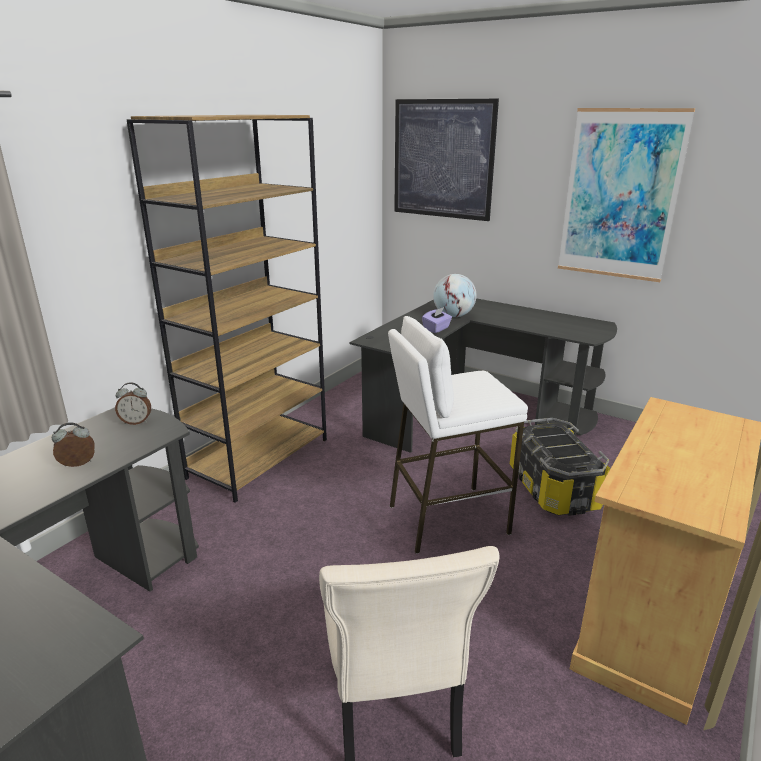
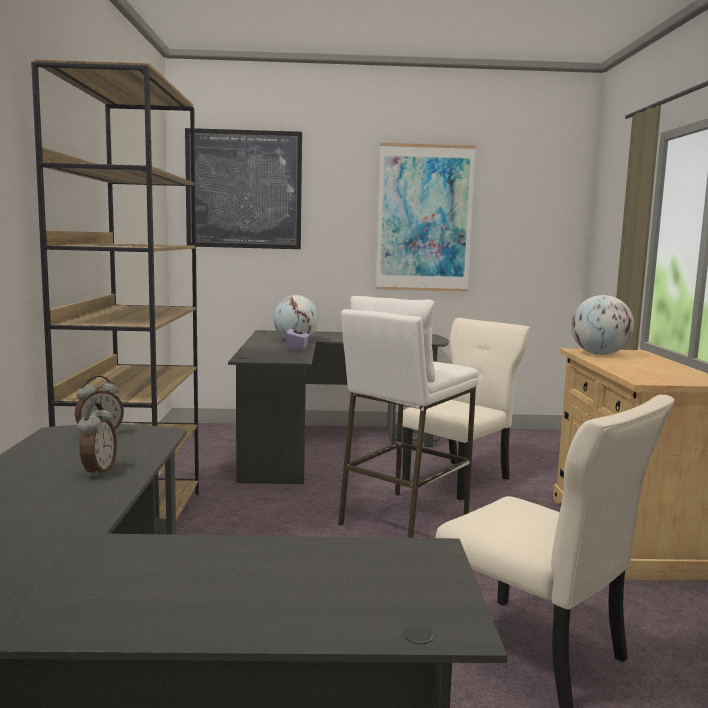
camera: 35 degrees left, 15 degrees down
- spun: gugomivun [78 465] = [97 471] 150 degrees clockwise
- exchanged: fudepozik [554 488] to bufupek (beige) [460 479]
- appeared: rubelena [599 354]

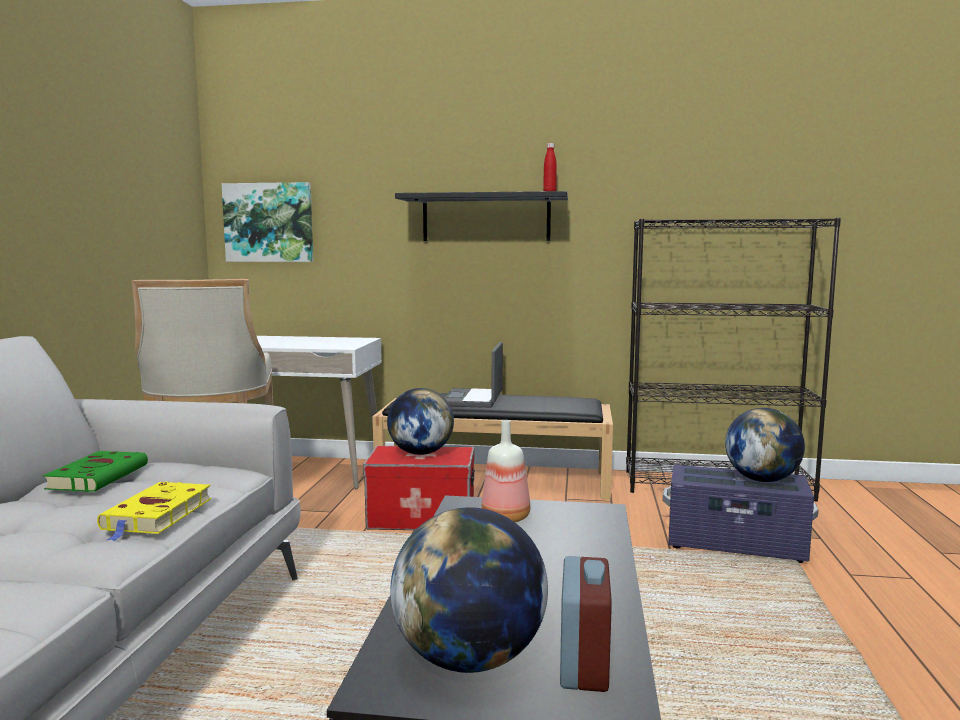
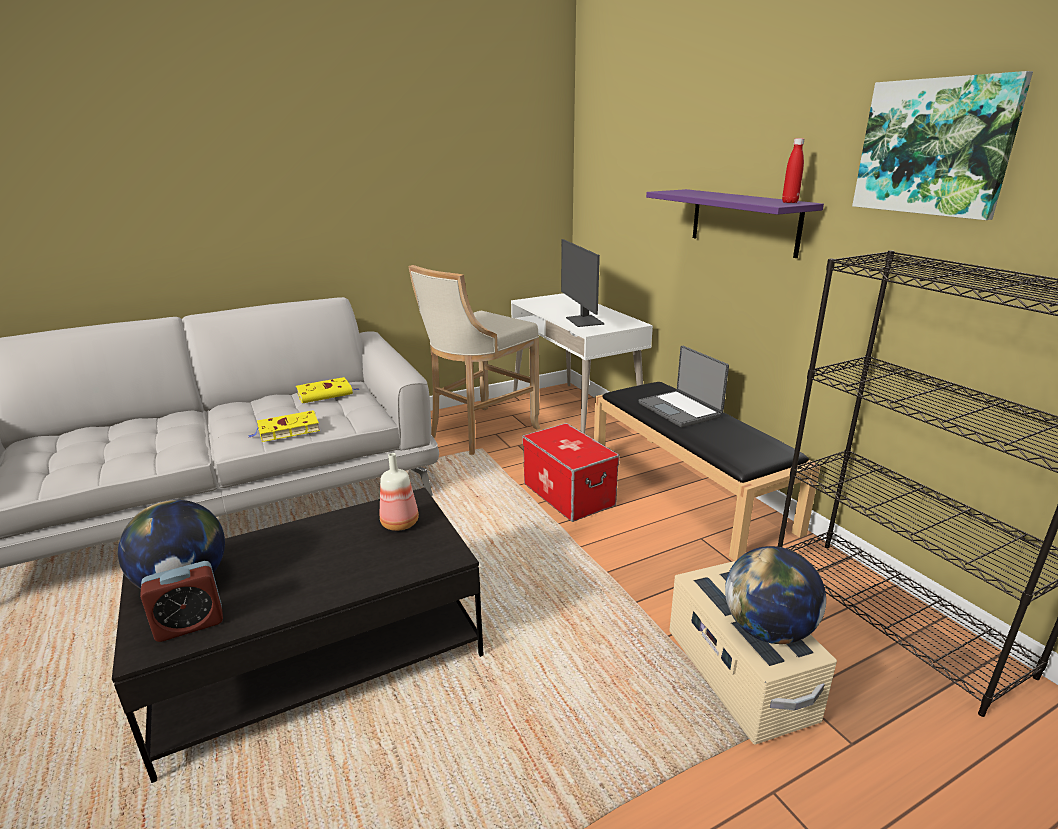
camera: 55 degrees right, 15 degrees up
- colour: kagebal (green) [99 476] to kagebal (yellow) [326 393]
- relocated: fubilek [269 222] to [934 147]
- missing: rubelena [420 453]
- colour: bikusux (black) [486 218] to bikusux (purple) [744 221]
- spun: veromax [474 400] = [680 410] 90 degrees counterclockwise
- colour: fudepozik (purple) [735 544] to fudepozik (beige) [738 676]
- appeared: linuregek [583 321]

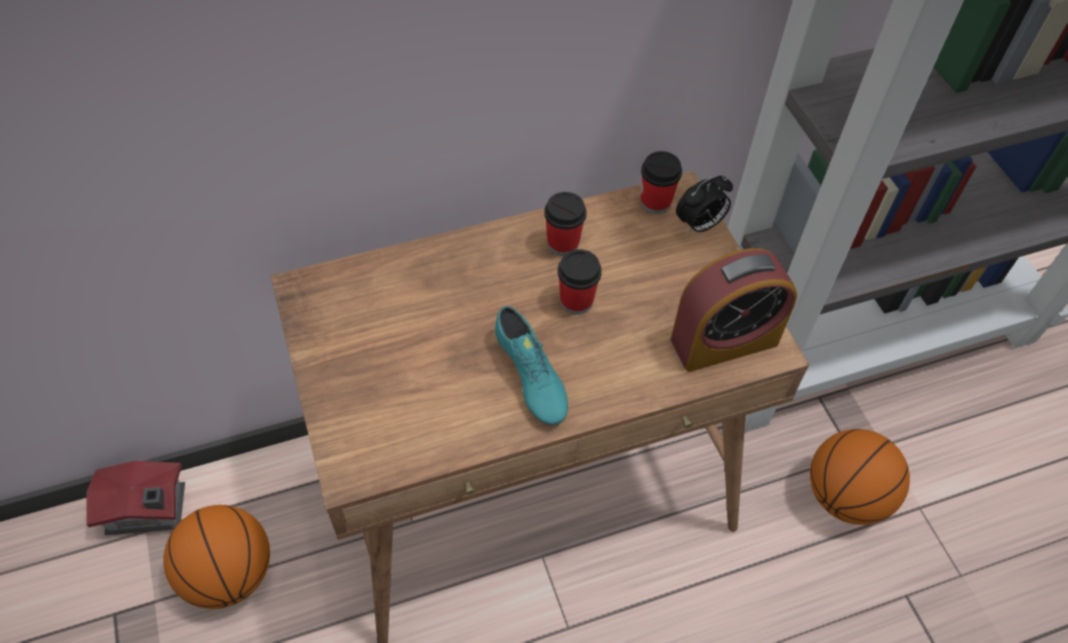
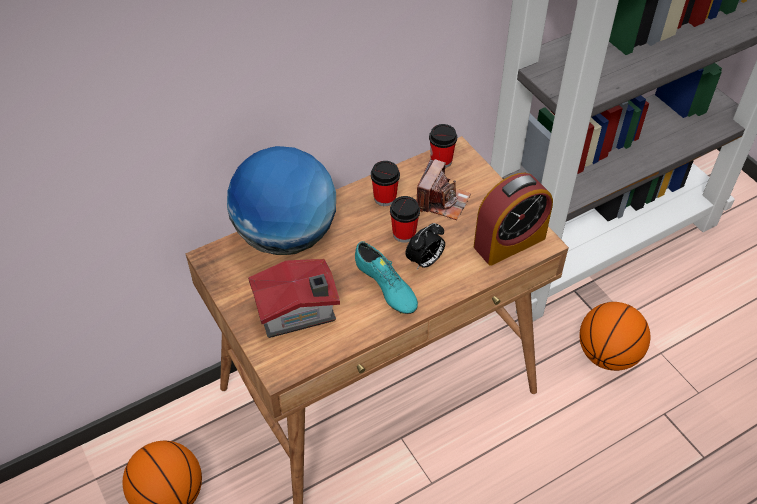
camera: 10 degrees left, 5 degrees down
- relocated: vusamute [148 511] to [298 312]
- relocated: gugomivun [699 225] to [425 262]
- appeared: rubelena [286 236]
- appeared: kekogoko [442 201]

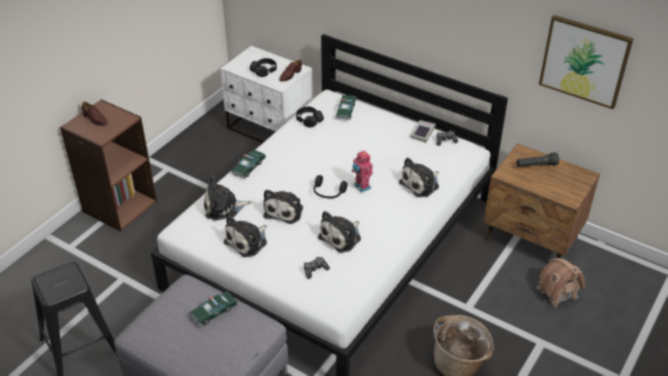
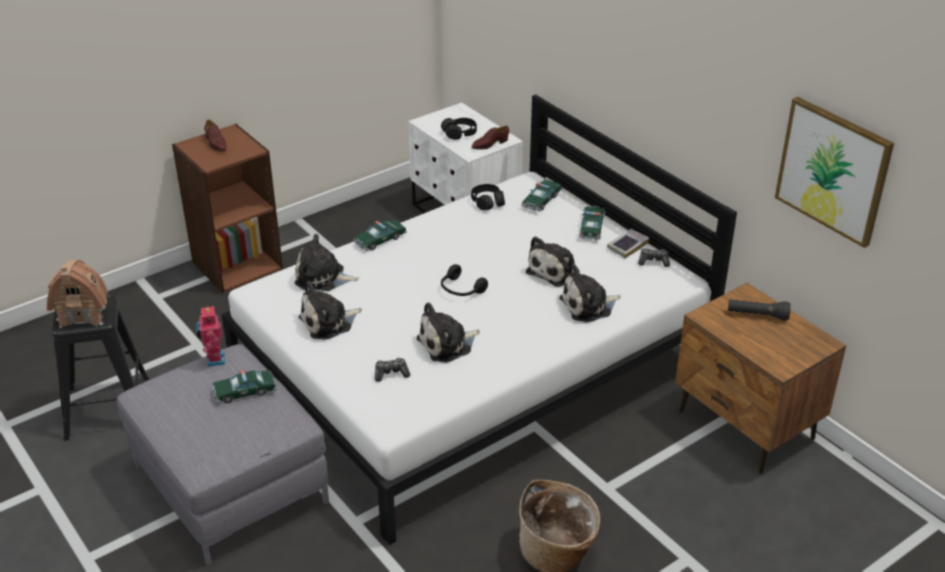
camera: 20 degrees right, 5 degrees down
- relocated: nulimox [285 210] to [555 271]
- relocated: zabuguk [361 187] to [214 359]
- relocated: vusamute [557 292] to [83 314]
- appeared: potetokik [591 227]

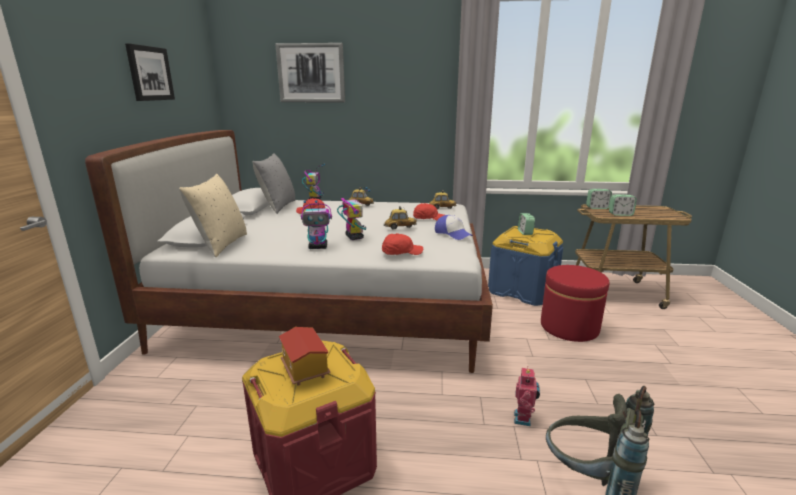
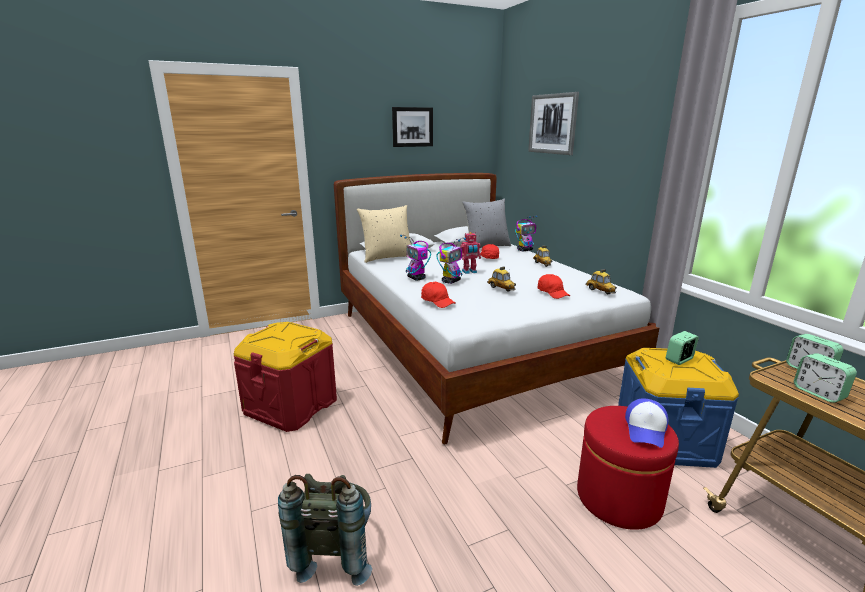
camera: 60 degrees right, 0 degrees up
- missing: vusamute [304 370]
- relocated: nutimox [453 234] to [646 429]
- relocated: zabuguk [524 419] to [469 272]

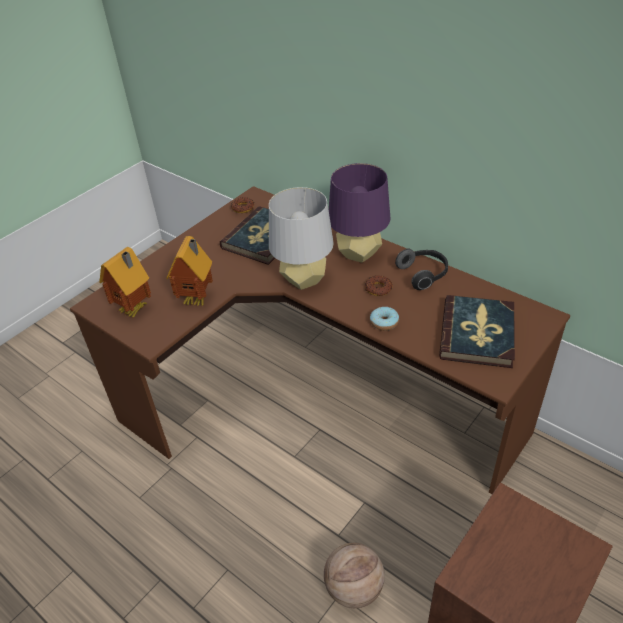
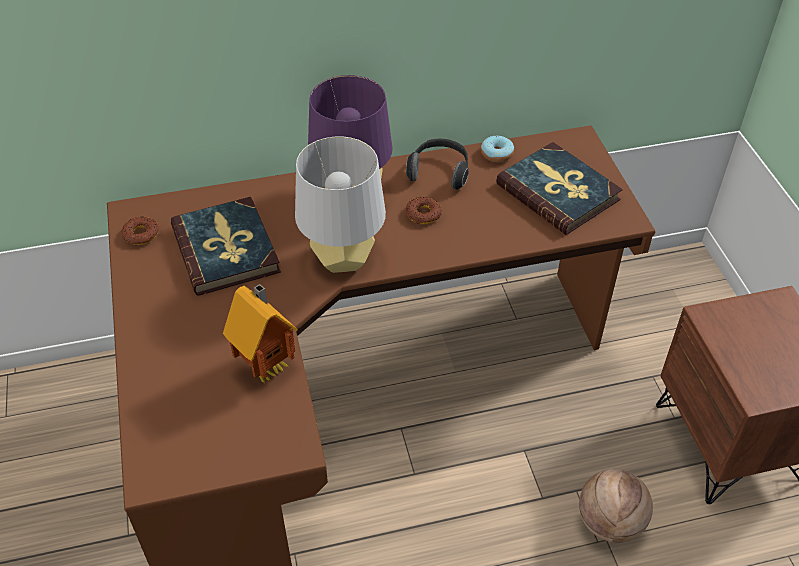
camera: 55 degrees left, 5 degrees up
- missing: vusamute [135 310]
- relocated: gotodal [384 322] to [496 154]

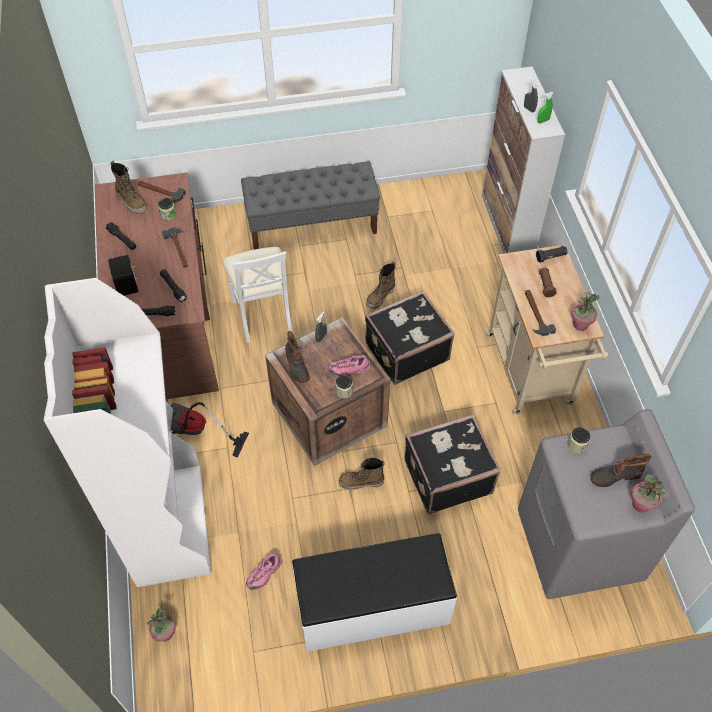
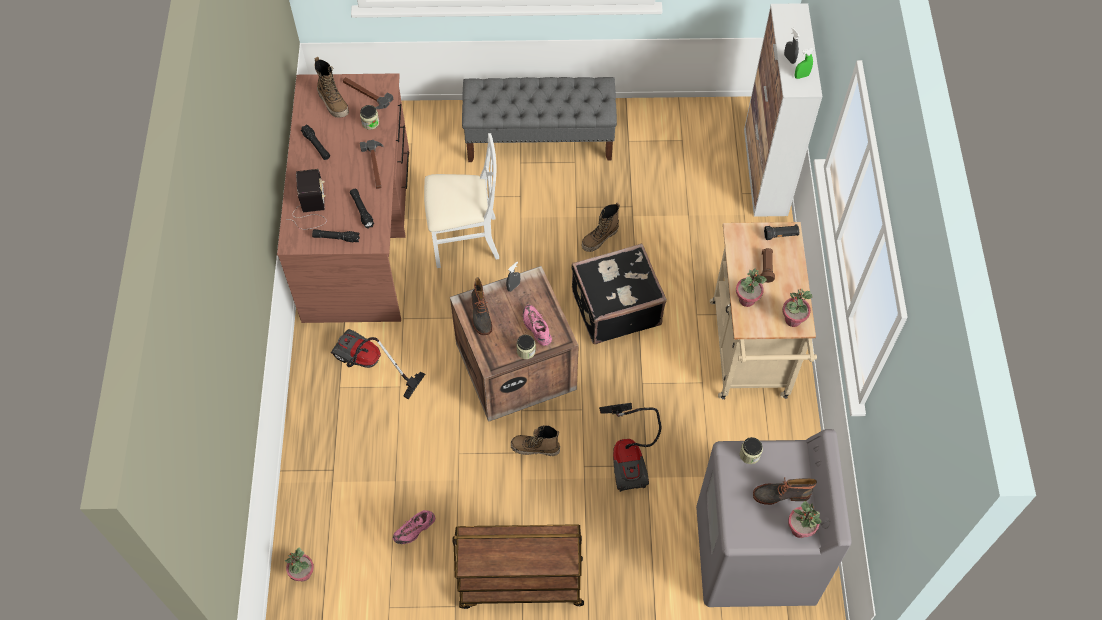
camera: 10 degrees right, 5 degrees up
- missing: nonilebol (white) [169 523]
- spun: bufupek (white) [263 315] = [464 240] 90 degrees counterclockwise
- exchanged: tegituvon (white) [372 607] to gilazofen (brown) [520 584]
- spun: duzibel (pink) [349 370] = [536 328] 60 degrees clockwise
- exchanged: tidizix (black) [446 475] to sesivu [629 455]
- exchanged: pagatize [535 314] to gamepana [746 299]

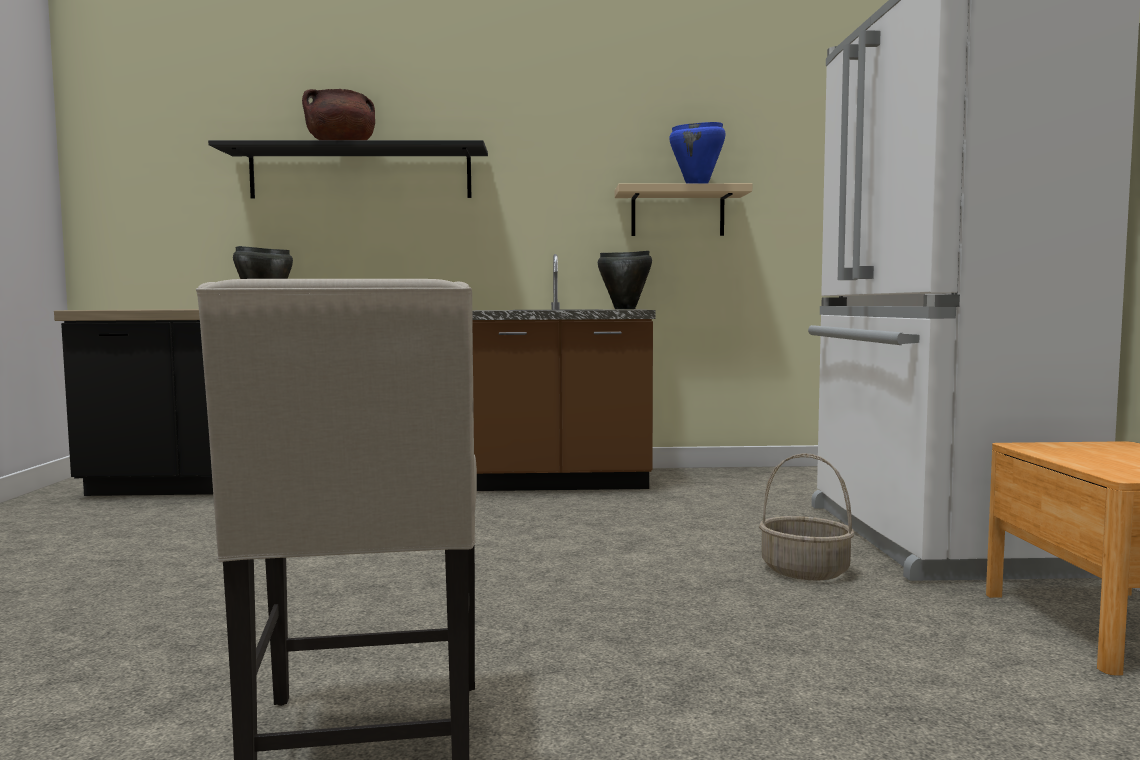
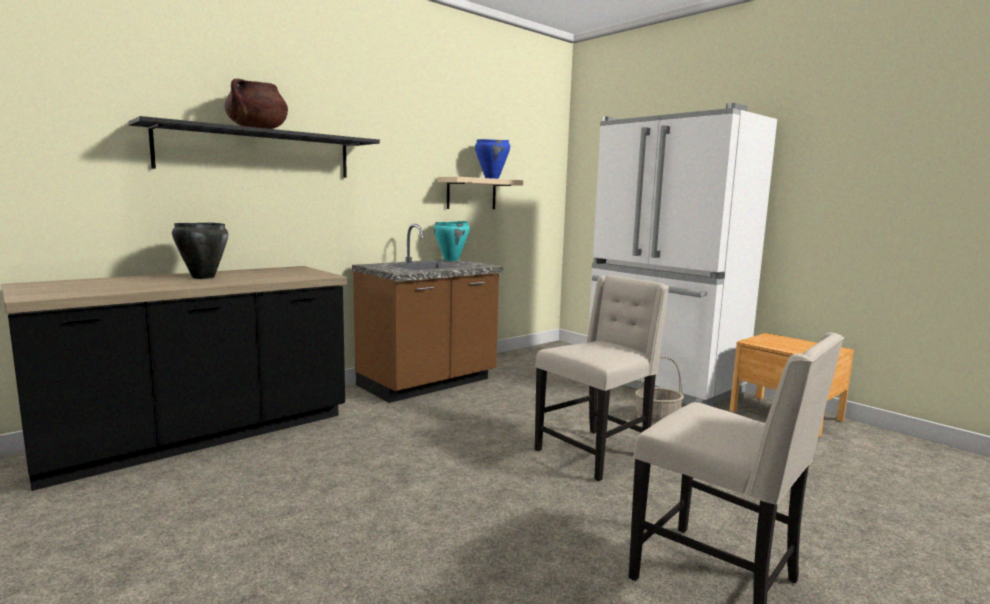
camera: 40 degrees left, 5 degrees up
- colour: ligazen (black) [625 309] to ligazen (turquoise) [451 260]
- appeared: bufupek (beige) [595 452]

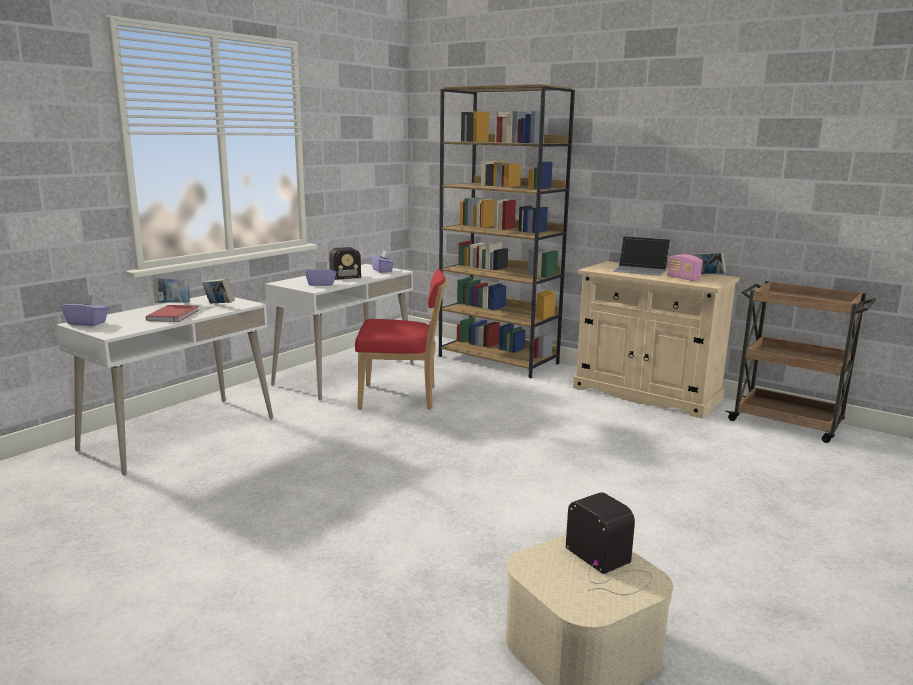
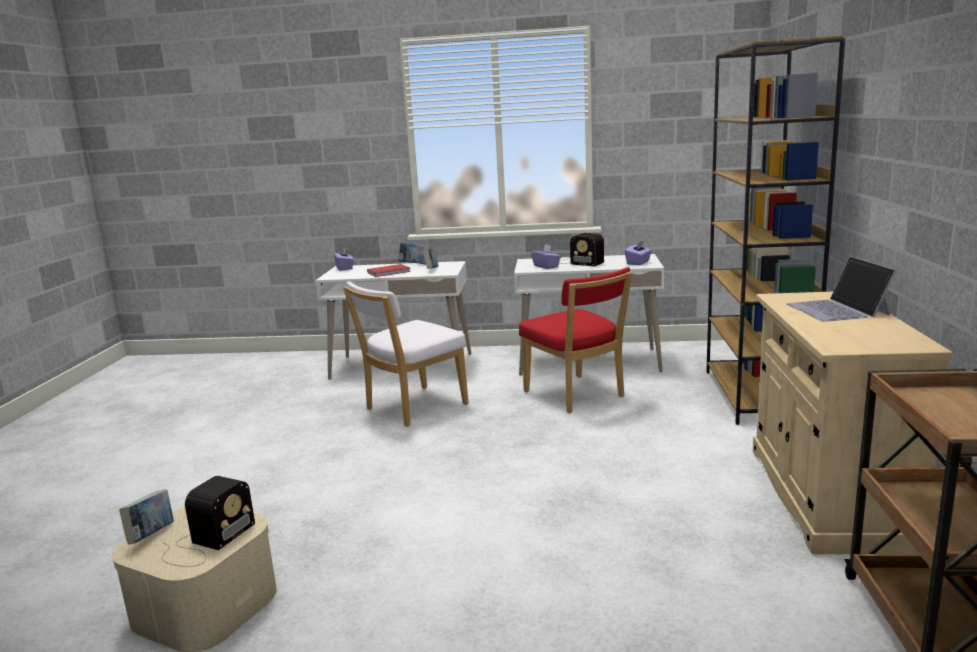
camera: 60 degrees right, 0 degrees up
- missing: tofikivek [683 279]
- relocated: kagebal [706 276] to [151 535]
- appeared: bufupek (white) [412 408]

